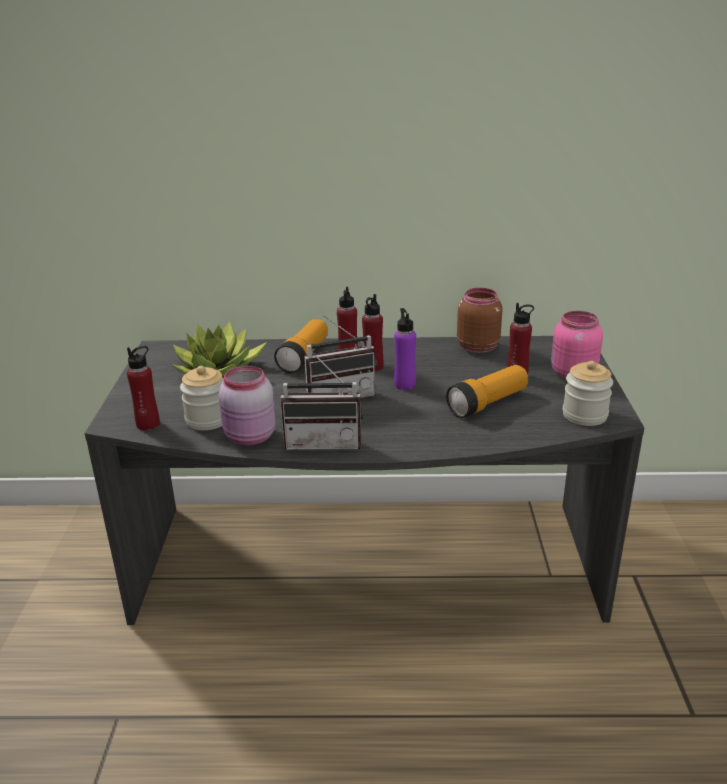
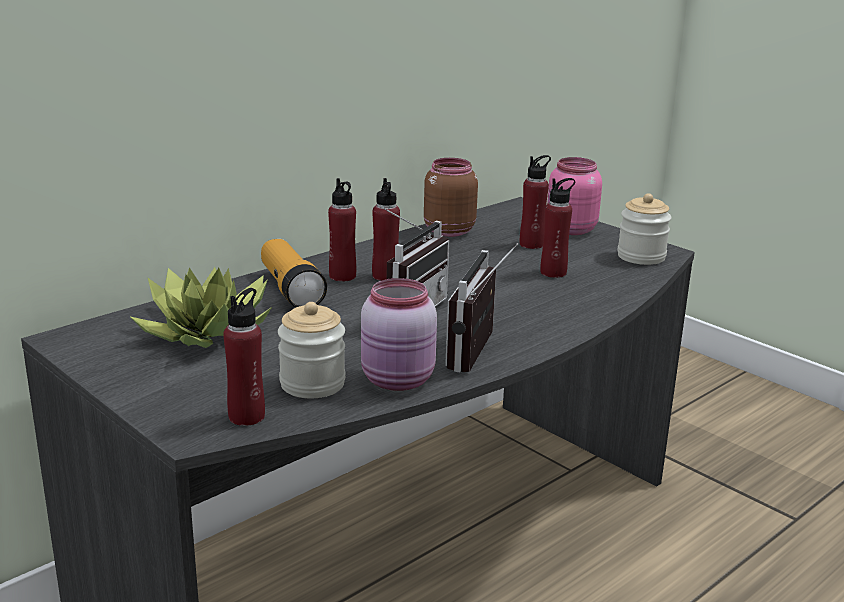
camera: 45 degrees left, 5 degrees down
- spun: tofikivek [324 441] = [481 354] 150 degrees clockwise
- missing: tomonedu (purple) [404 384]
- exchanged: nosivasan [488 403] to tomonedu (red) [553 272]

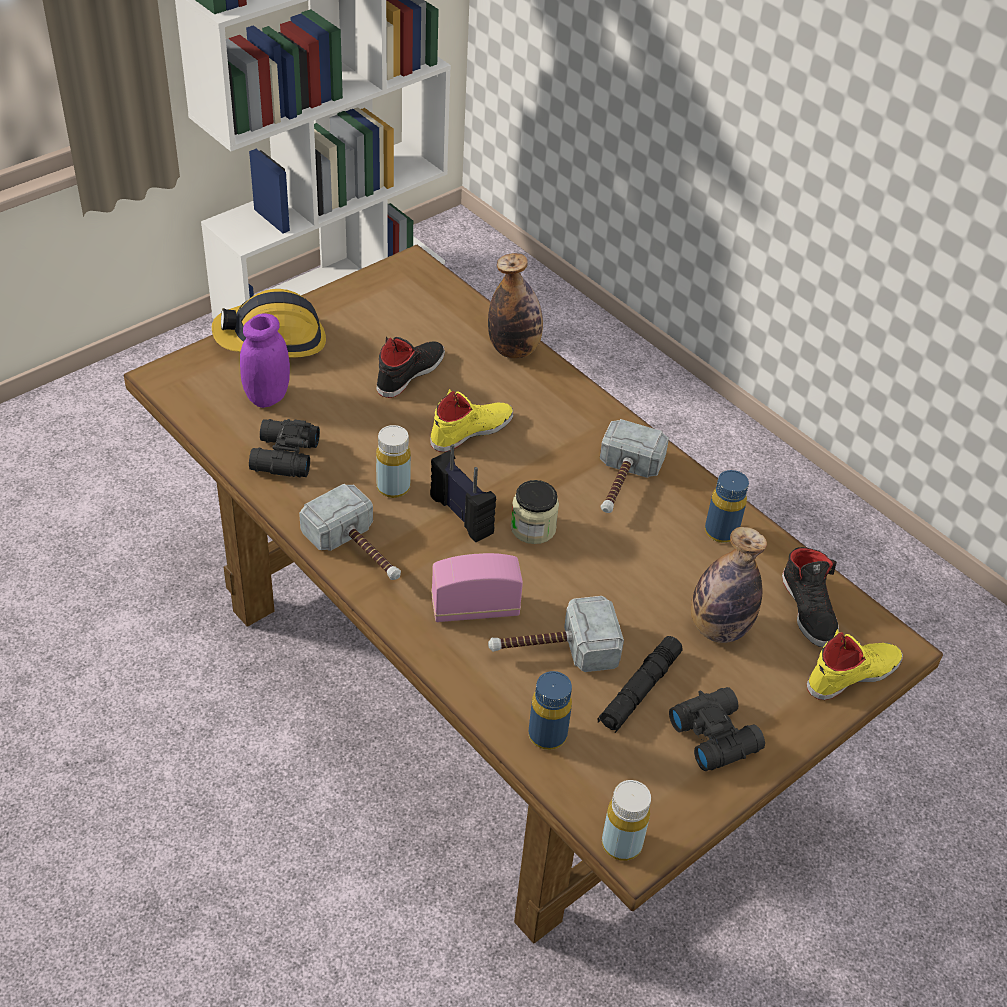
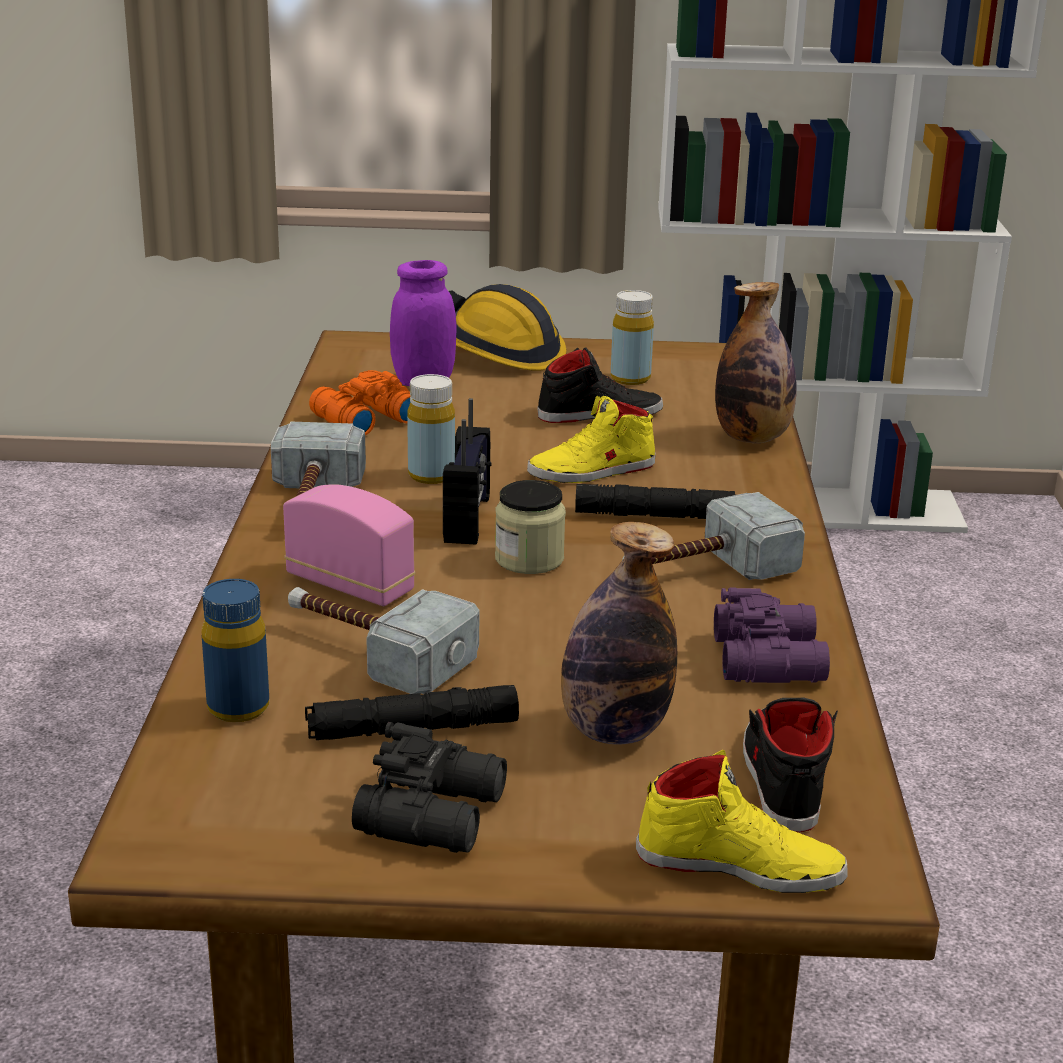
camera: 45 degrees right, 20 degrees down
- colour: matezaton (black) [283 457] to matezaton (orange) [362 419]
- spun: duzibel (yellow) [471 430] = [592 471] 150 degrees clockwise
- relocated: tomonedu (yellow) [621 844] to [630 378]
- exchanged: tomonedu (blue) [721 532] to matezaton (purple) [771 659]
- spun: duzibel (black) [809 609] = [781 776] 150 degrees clockwise
- appeared: nosivasan (black) [656 516]

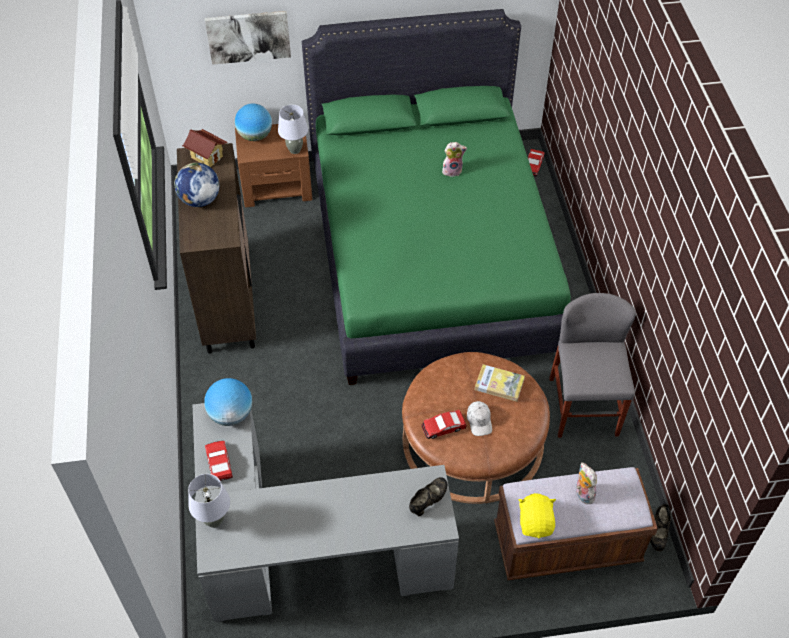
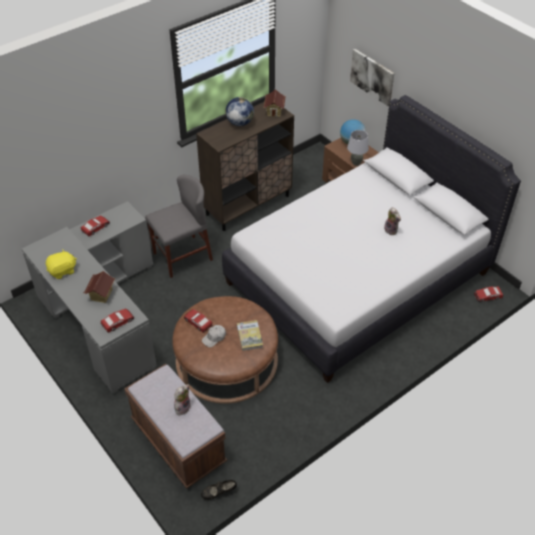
camera: 60 degrees right, 5 degrees down
- missing: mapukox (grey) [214 521]
- missing: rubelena [231 414]
- colour: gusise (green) [431 255] to gusise (white) [357 277]
- exchanged: duzibel (black) [428 501] to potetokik [118 322]
- relocated: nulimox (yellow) [535 523] to [62 271]
- relocated: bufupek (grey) [583 407] to [182 256]
- appeared: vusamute [101 294]

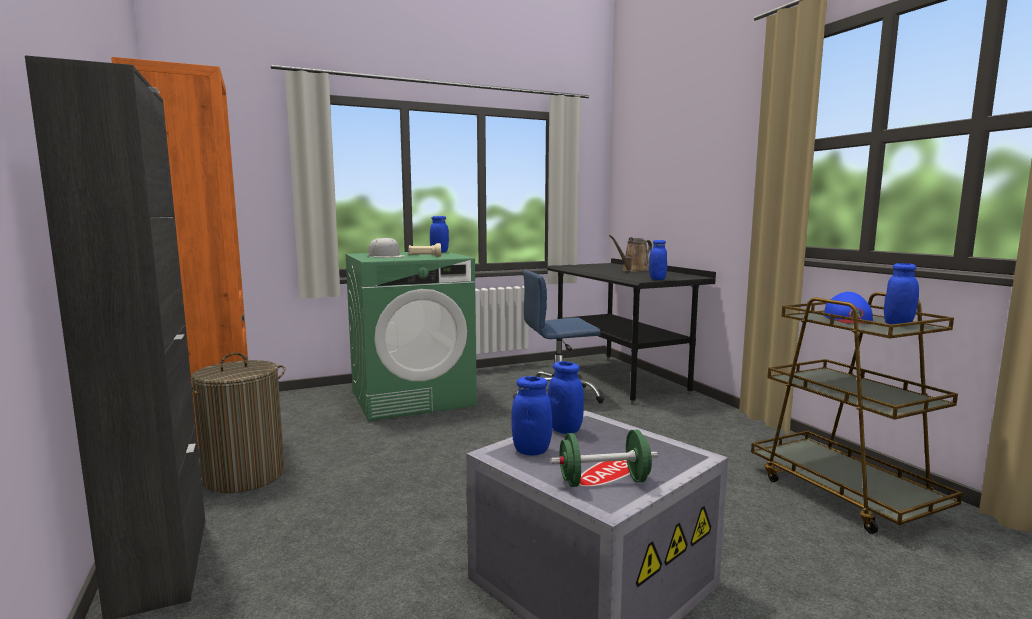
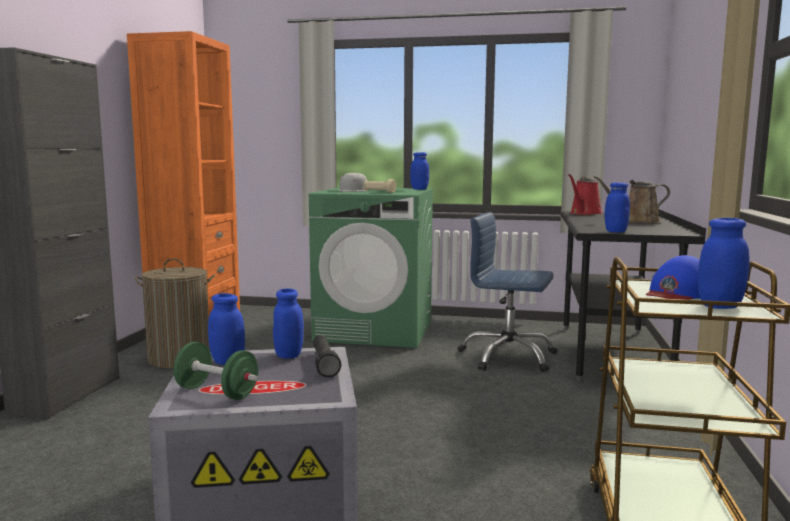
camera: 35 degrees right, 0 degrees up
- appeared: nosivasan (black) [324 364]
- appeared: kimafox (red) [584 213]

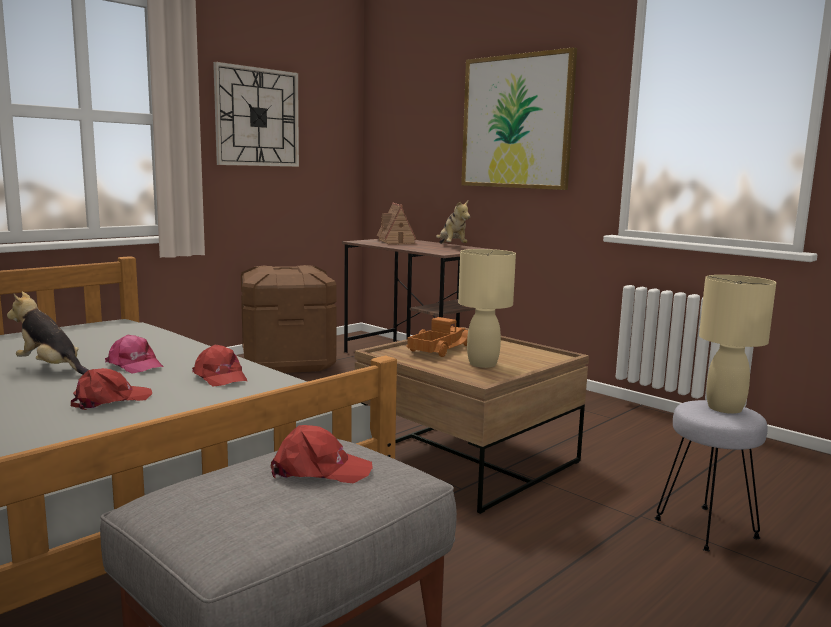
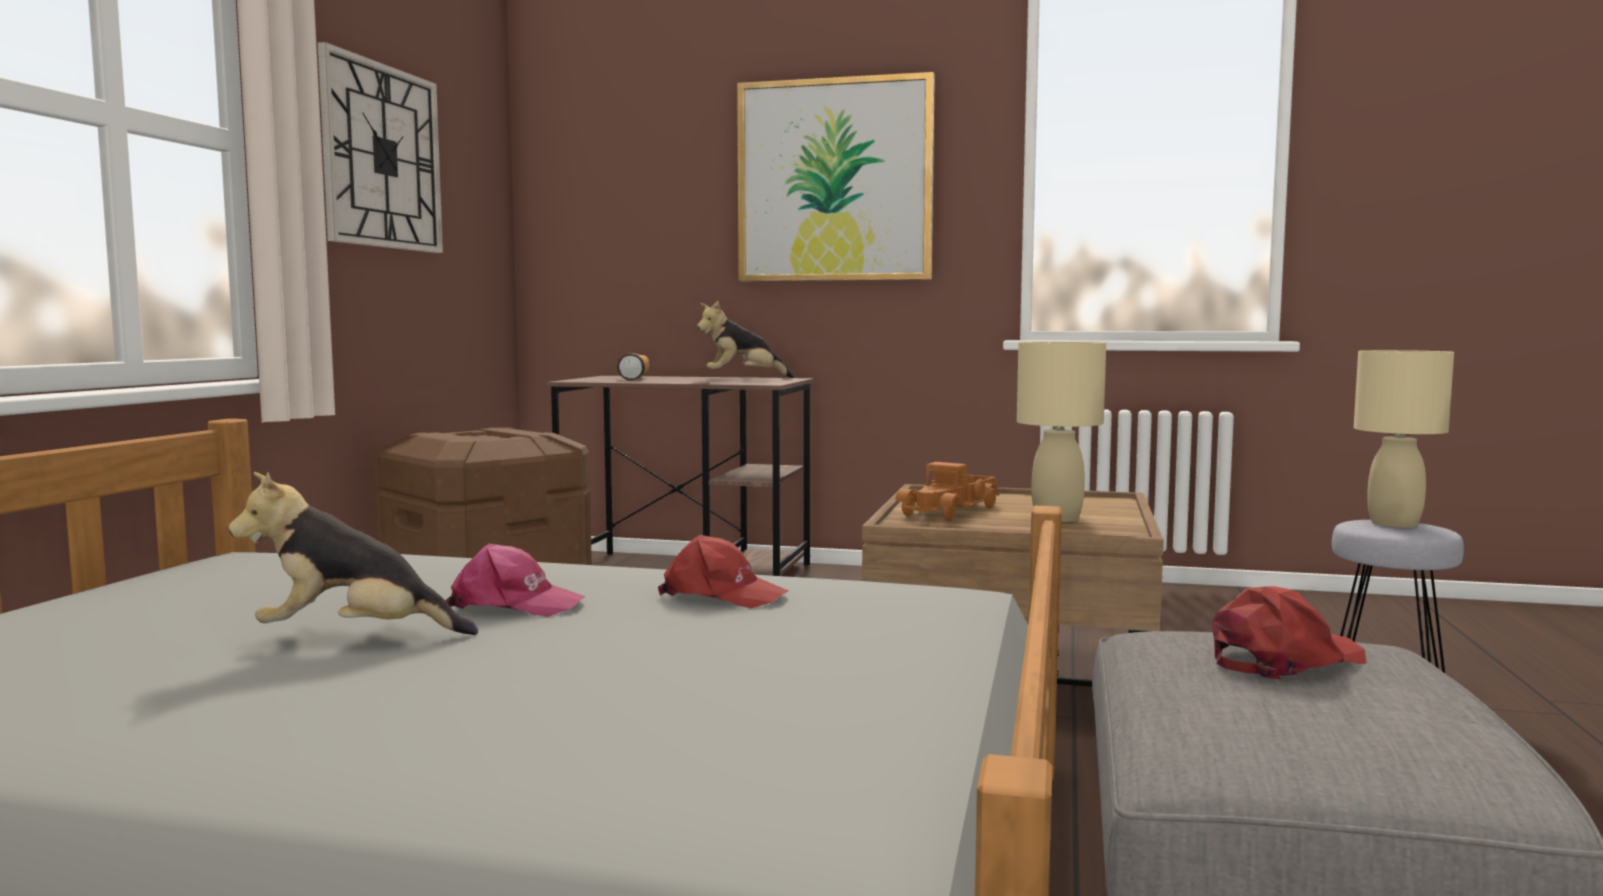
camera: 30 degrees left, 5 degrees down
- missing: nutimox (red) [110 400]
- exchanged: vusamute [397 242] to nosivasan [635 378]
- spun: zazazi [439 349] = [951 511] 150 degrees counterclockwise
- spun: nulimox [452 247] = [742 378] 120 degrees clockwise

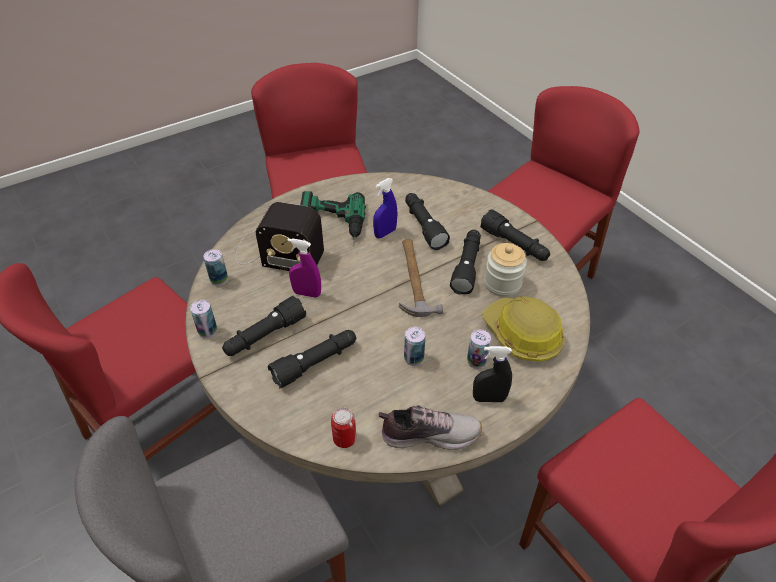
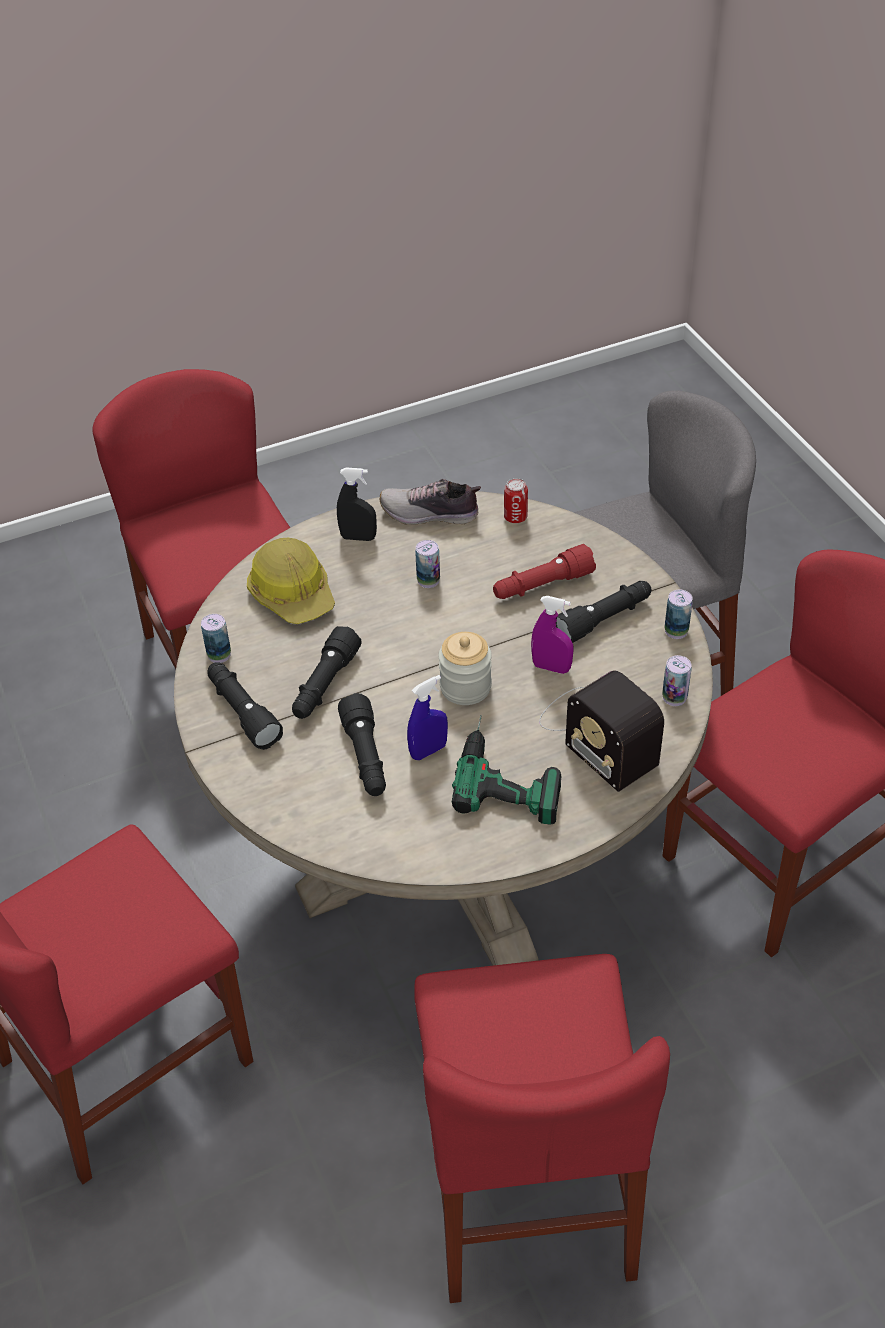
camera: 170 degrees left, 0 degrees up
- spun: tofikivek [276 252] = [596 733] 150 degrees counterclockwise
- colour: nosivasan (black) [316 363] to nosivasan (red) [542 585]
- missing: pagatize [414 279]
- relocated: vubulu [476 361] to [219 655]
- relocated: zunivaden [502 284] to [465 687]

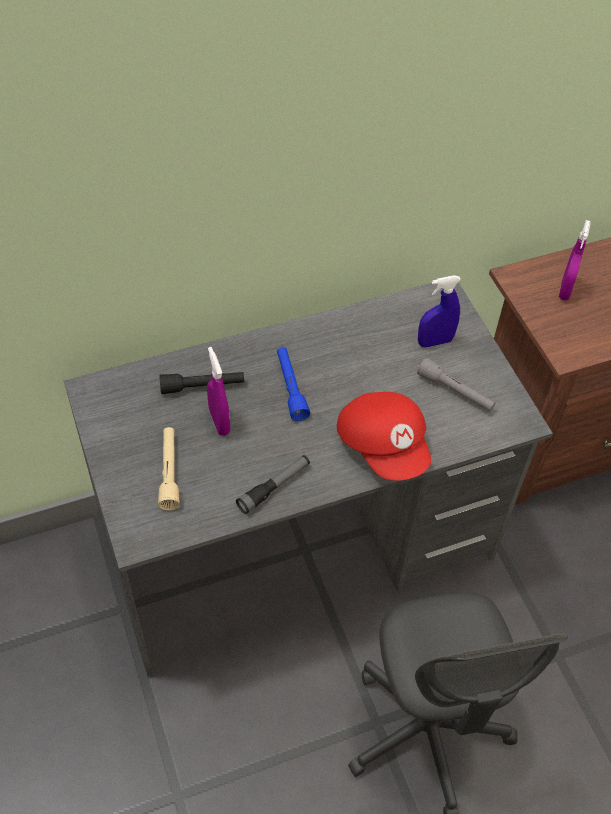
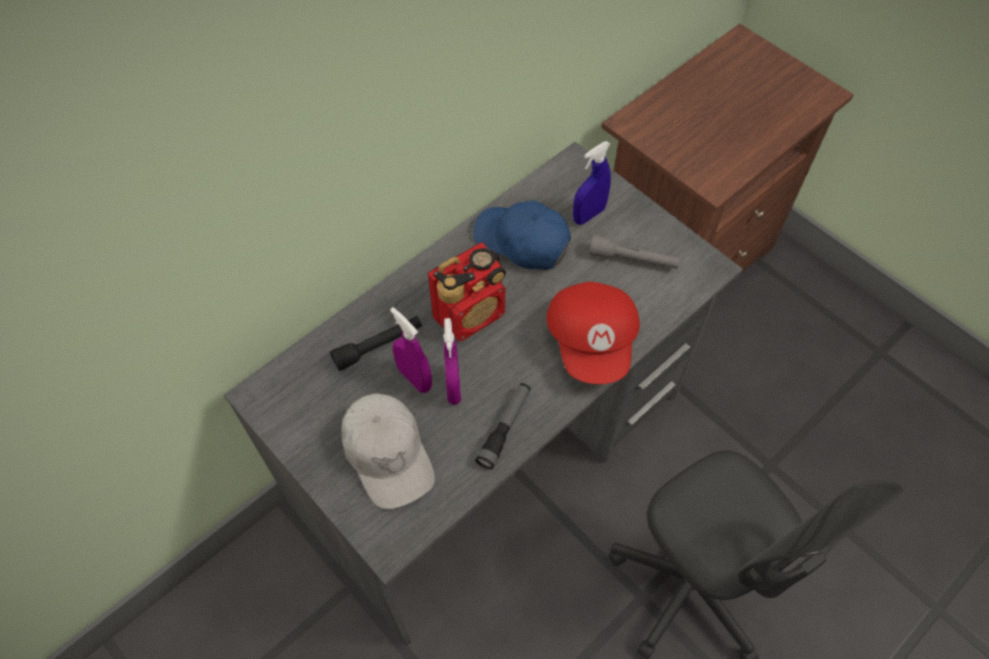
camera: 20 degrees left, 5 degrees up
- exchanged: nosivasan (beige) [169 472] to nutimox (white) [388 454]
- exchanged: nosivasan (blue) [290 388] to tofikivek [470 314]
- spun: nutimox (red) [384 446] = [592 341] 45 degrees clockwise
- relocated: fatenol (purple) [565 290] to [453 387]
- appeared: nutimox (blue) [522 241]

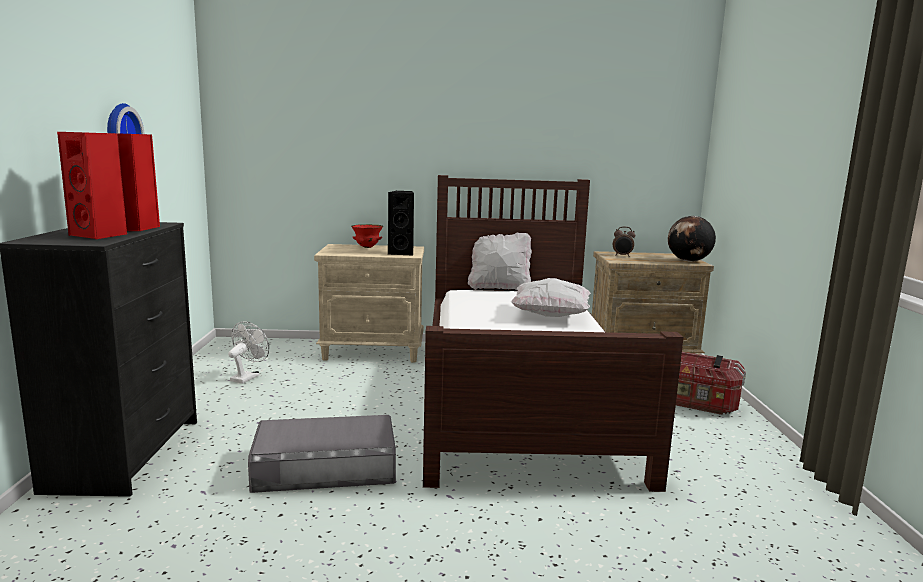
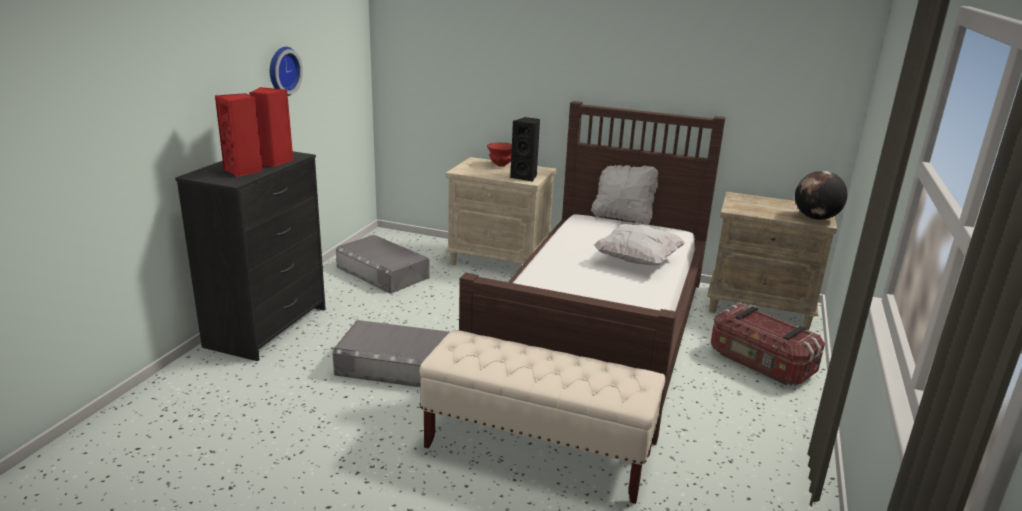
camera: 20 degrees right, 10 degrees up
- exchanged: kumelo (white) [247 377] to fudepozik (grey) [382 272]
- missing: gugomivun [622 255]
- appeared: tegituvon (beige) [538 451]

